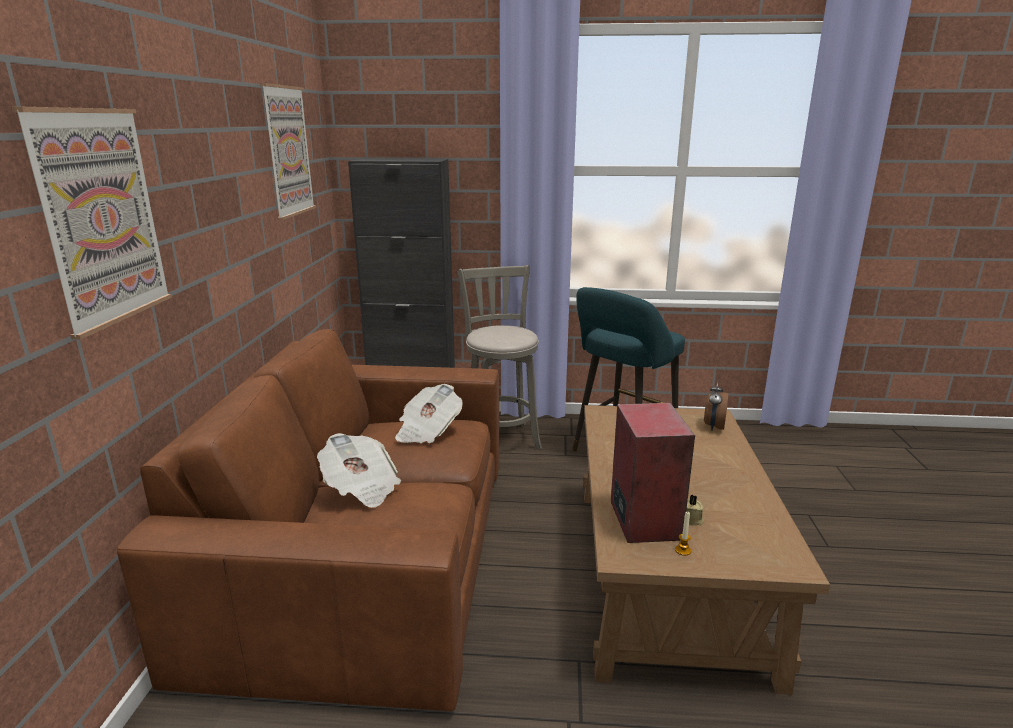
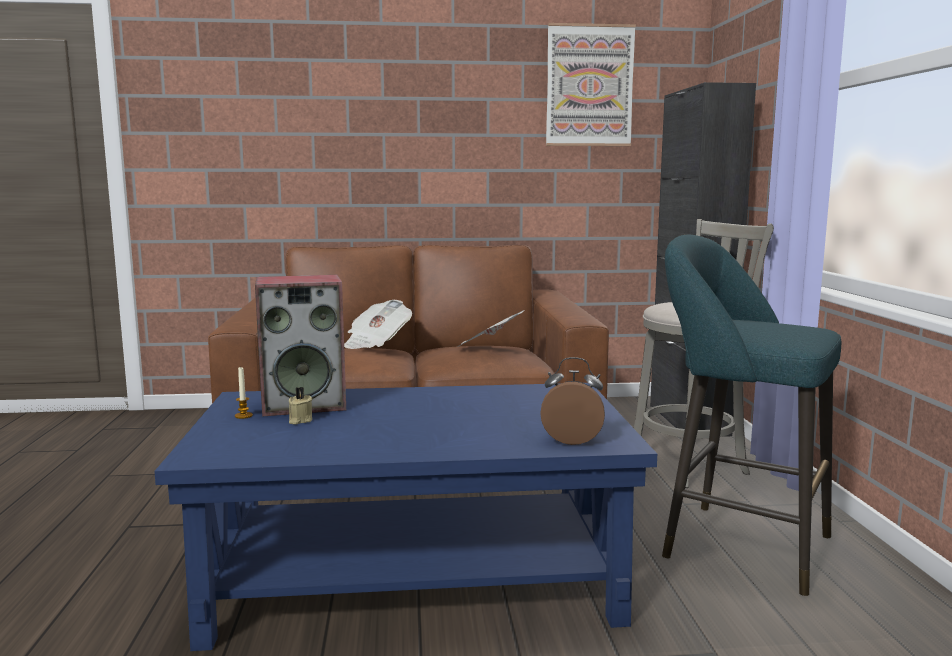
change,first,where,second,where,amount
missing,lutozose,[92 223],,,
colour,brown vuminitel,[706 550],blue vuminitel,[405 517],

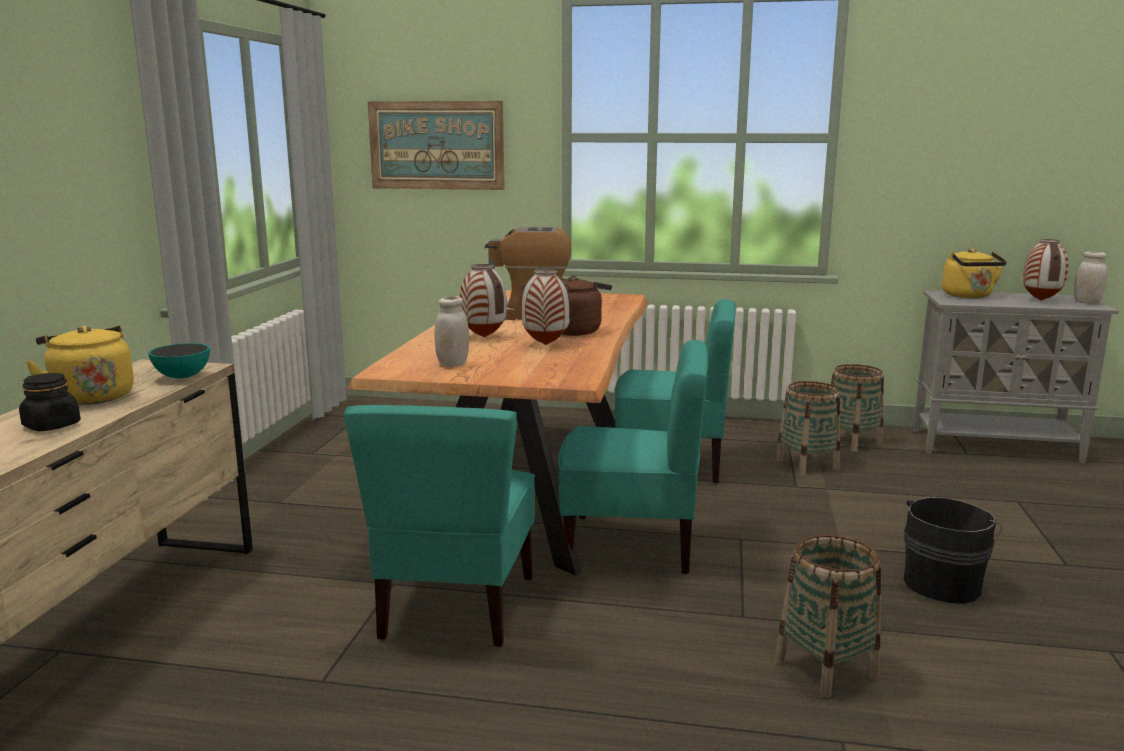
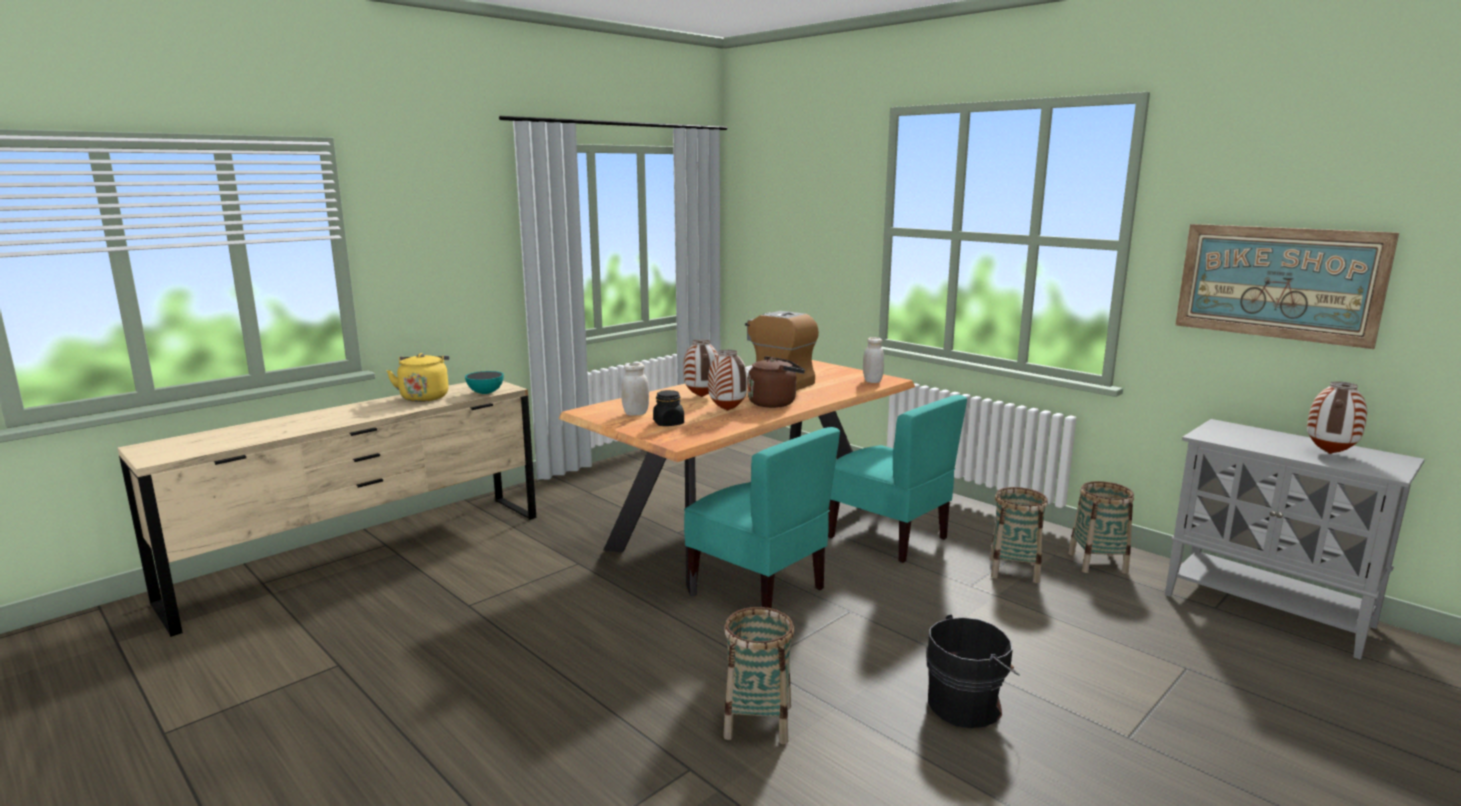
change,first,where,second,where,amount
missing,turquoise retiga,[439 526],,,
missing,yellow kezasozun,[974 273],,,
relocated,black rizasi,[50 402],,[668 408],
relocated,lutozose,[436 145],,[1287 286],
relocated,white rizasi,[1091 277],,[873 360],

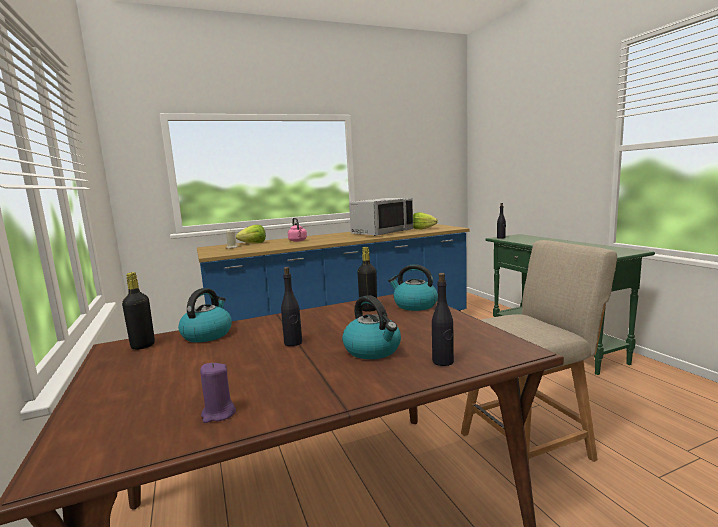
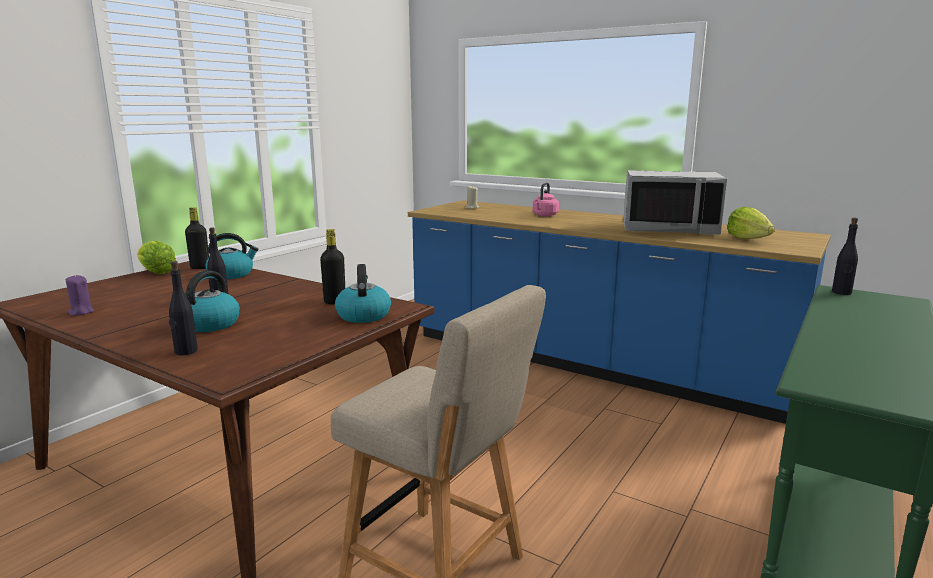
change,first,where,second,where,amount
relocated,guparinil,[251 234],,[156 257],

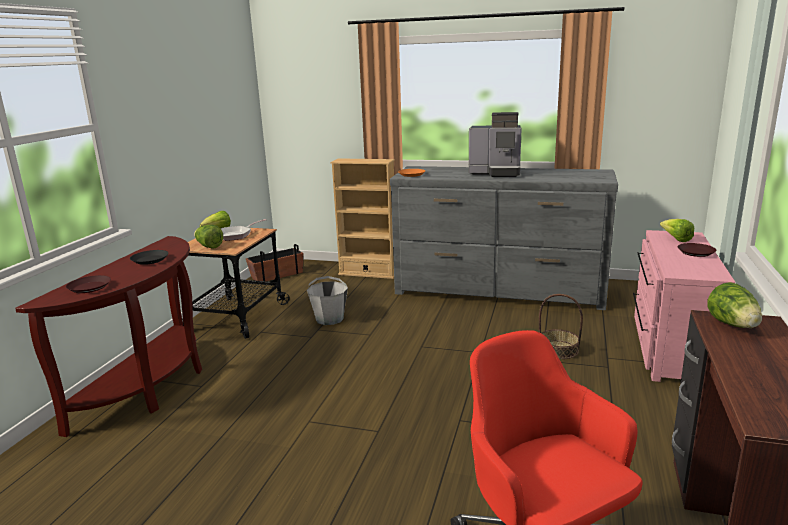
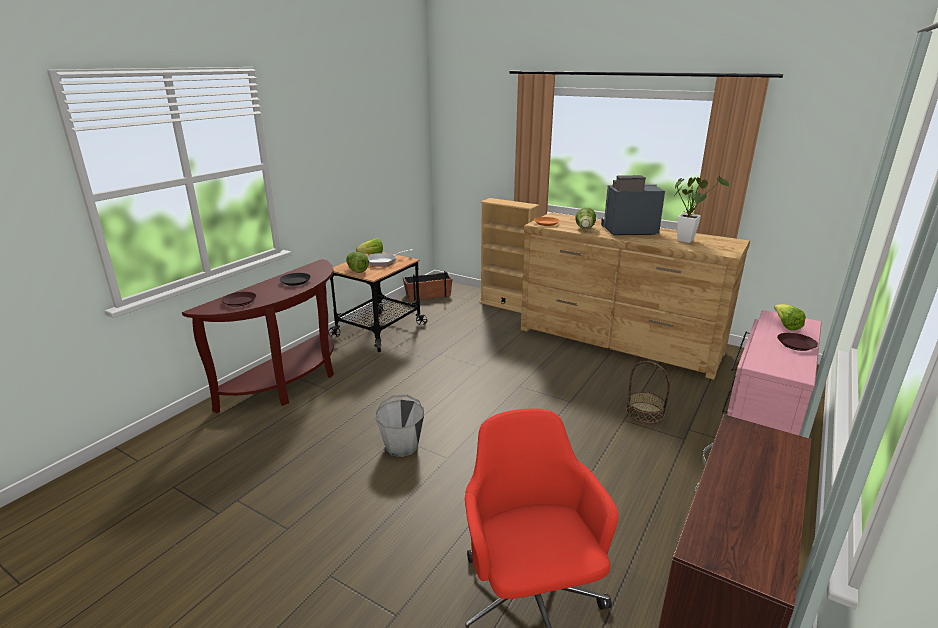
change,first,where,second,where,amount
appeared,,,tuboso,[701 209],
relocated,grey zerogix,[327 300],,[400 426],
relocated,guparinil,[734 305],,[586 218],
colour,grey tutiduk,[504 238],brown tutiduk,[635 295],
spun,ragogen,[495 144],,[633 205],150 degrees clockwise

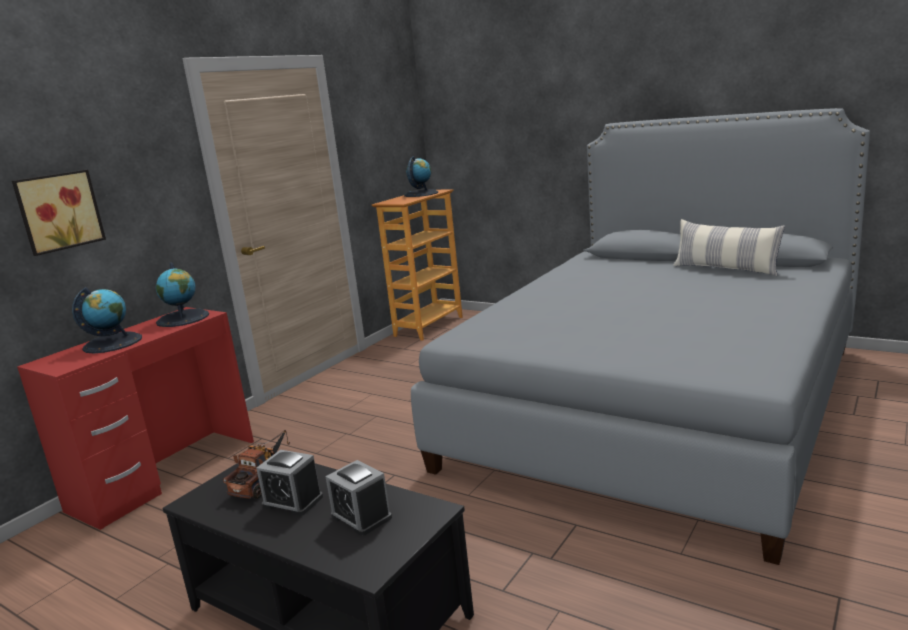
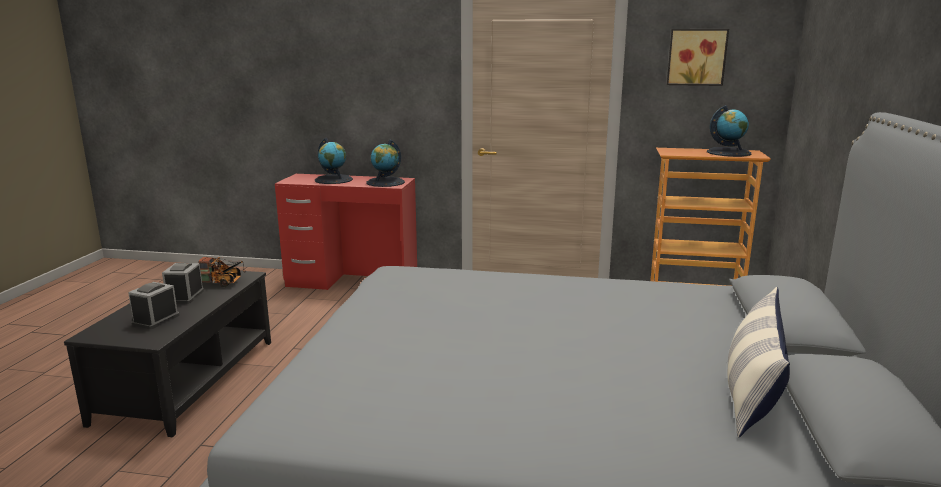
change,first,where,second,where,amount
relocated,lutozose,[59 213],,[697 57],

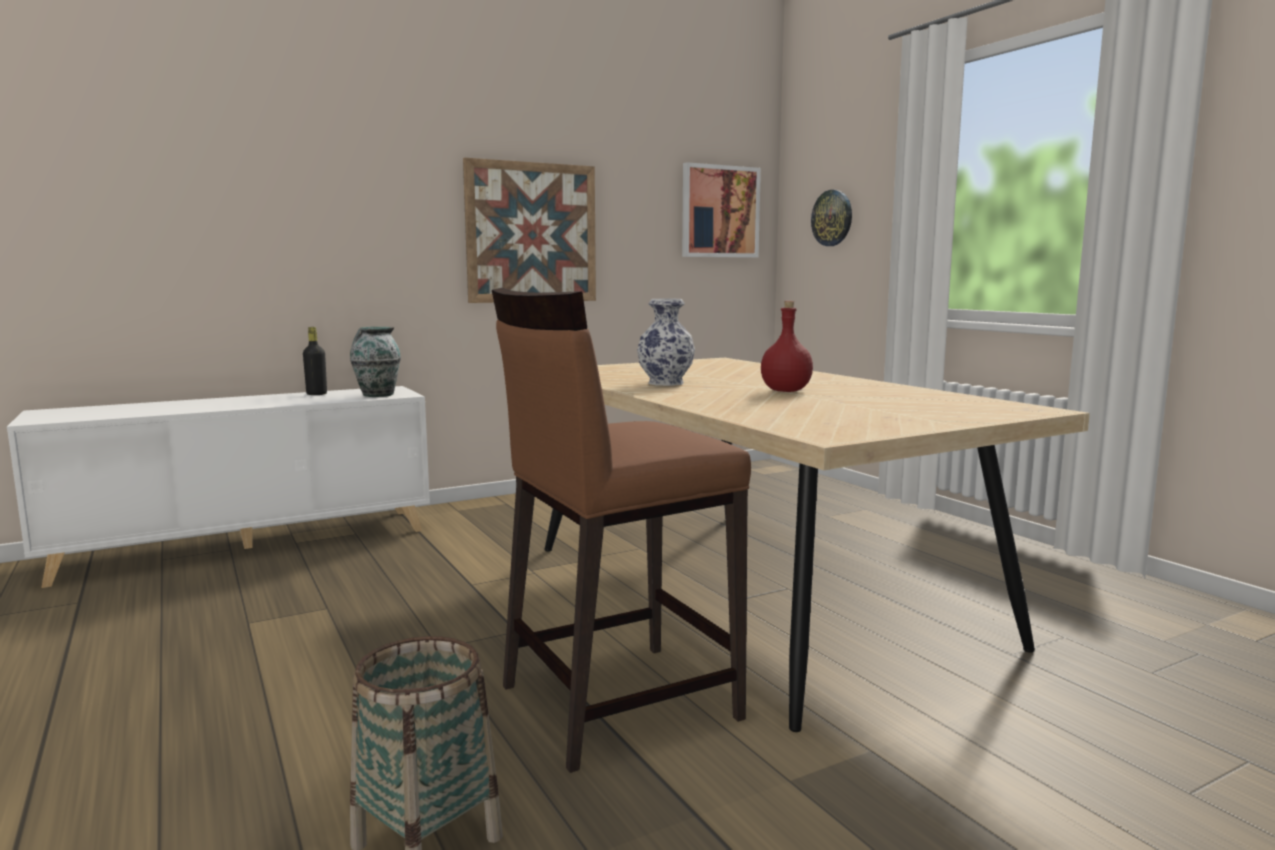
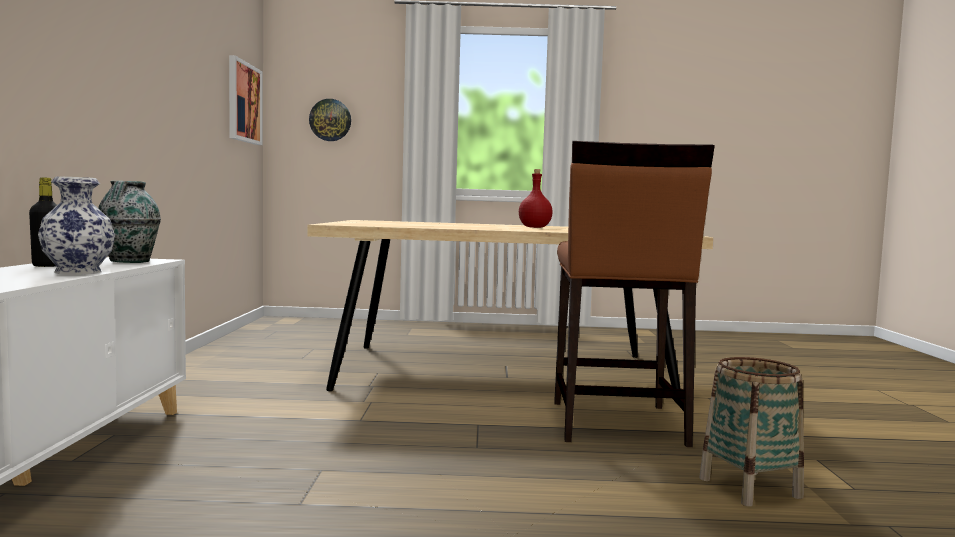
change,first,where,second,where,amount
missing,lutozose,[529 230],,,
relocated,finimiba,[666 342],,[76 225],

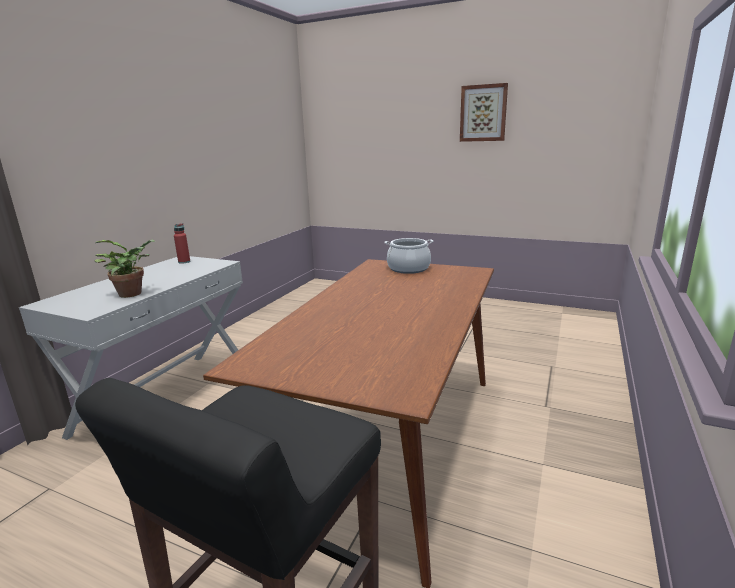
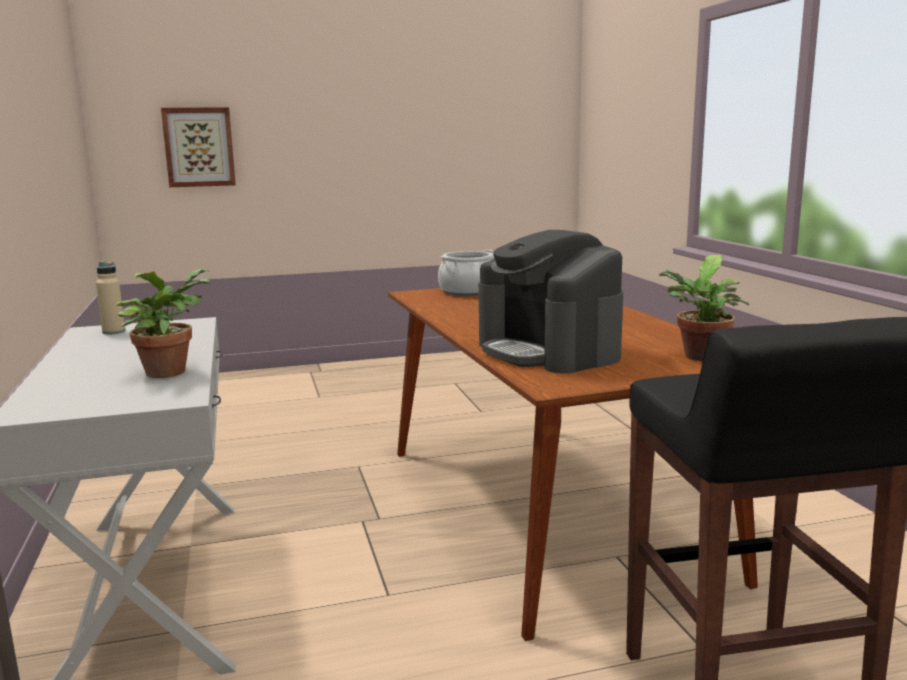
change,first,where,second,where,amount
appeared,,,ragogen,[551 302],
appeared,,,tuboso,[704 308],
relocated,lutozose,[484 112],,[198 147],
colour,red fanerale,[182 243],beige fanerale,[110 296],

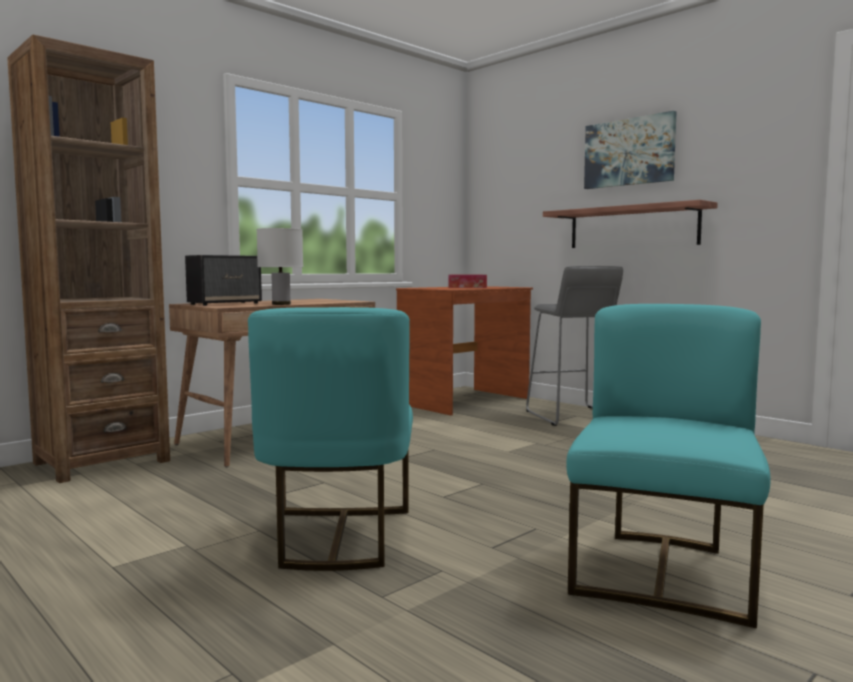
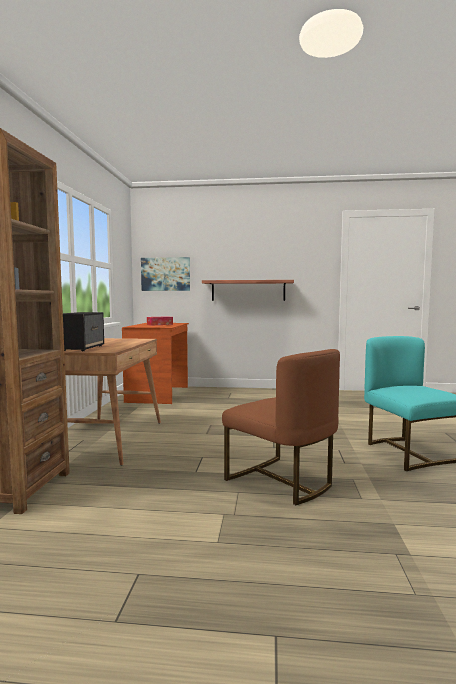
change,first,where,second,where,amount
missing,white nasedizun,[279 266],,,
missing,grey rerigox,[574 346],,,
relocated,lutozose,[630 150],,[165 274],
colour,turquoise retiga,[330 439],brown retiga,[281 427],

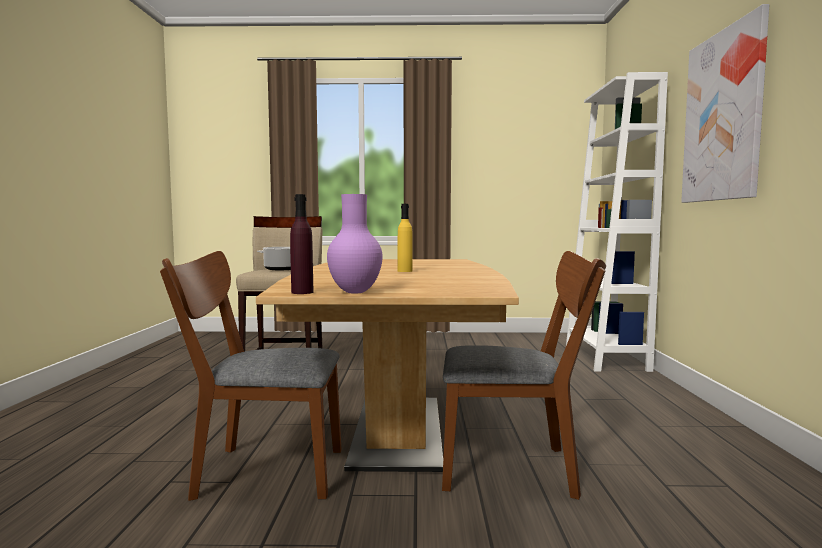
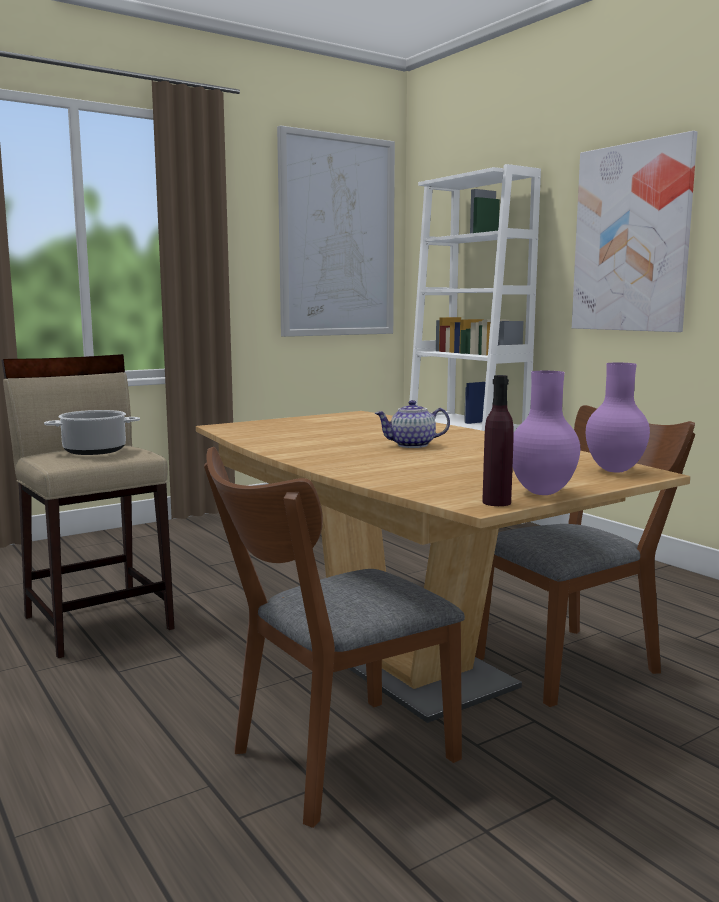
change,first,where,second,where,amount
appeared,,,lutozose,[336 231],
appeared,,,purple finimiba,[618 418],
exchanged,yellow fanerale,[405 238],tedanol,[412 424],

